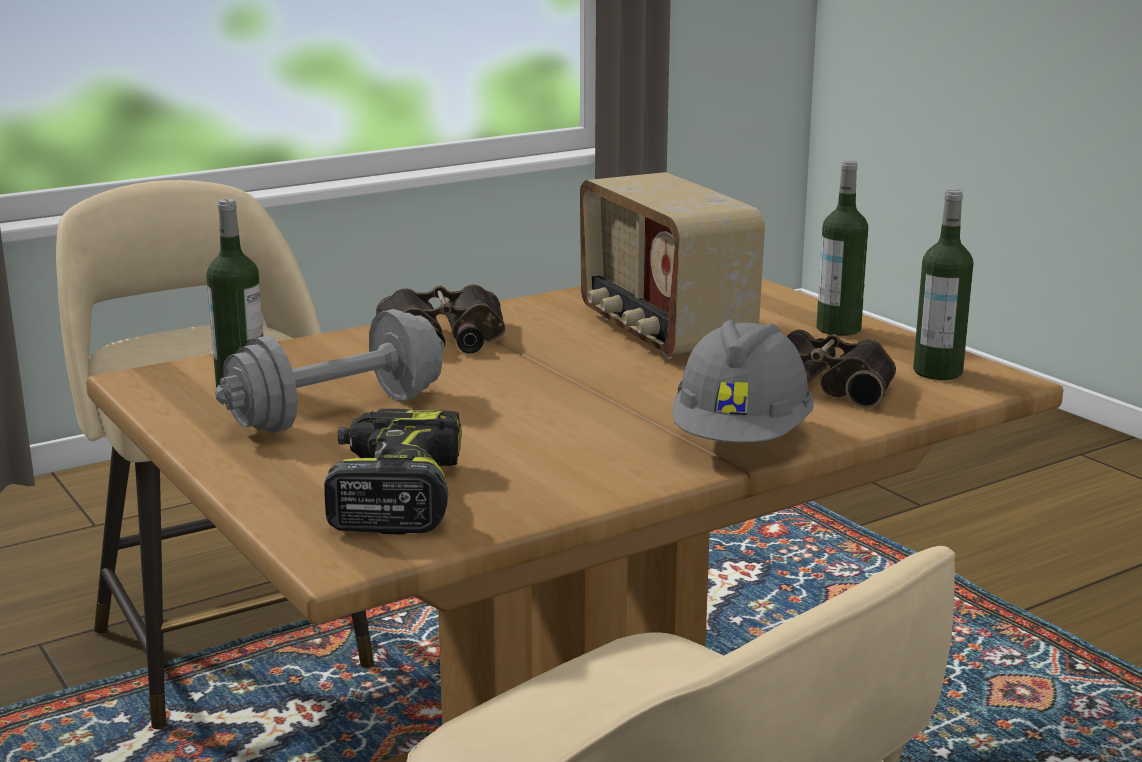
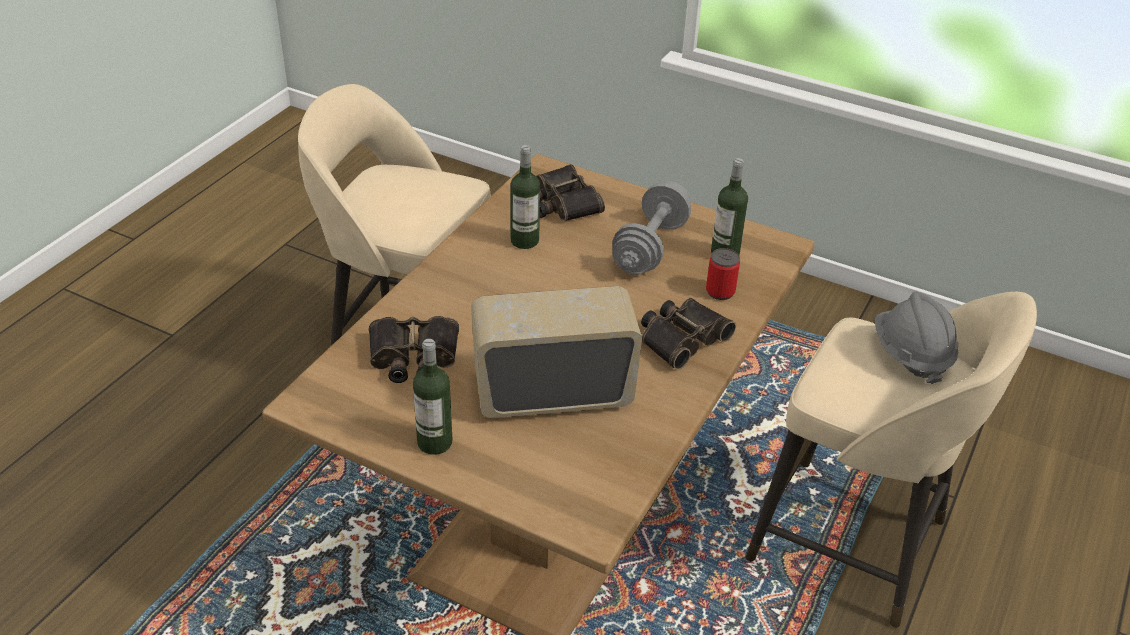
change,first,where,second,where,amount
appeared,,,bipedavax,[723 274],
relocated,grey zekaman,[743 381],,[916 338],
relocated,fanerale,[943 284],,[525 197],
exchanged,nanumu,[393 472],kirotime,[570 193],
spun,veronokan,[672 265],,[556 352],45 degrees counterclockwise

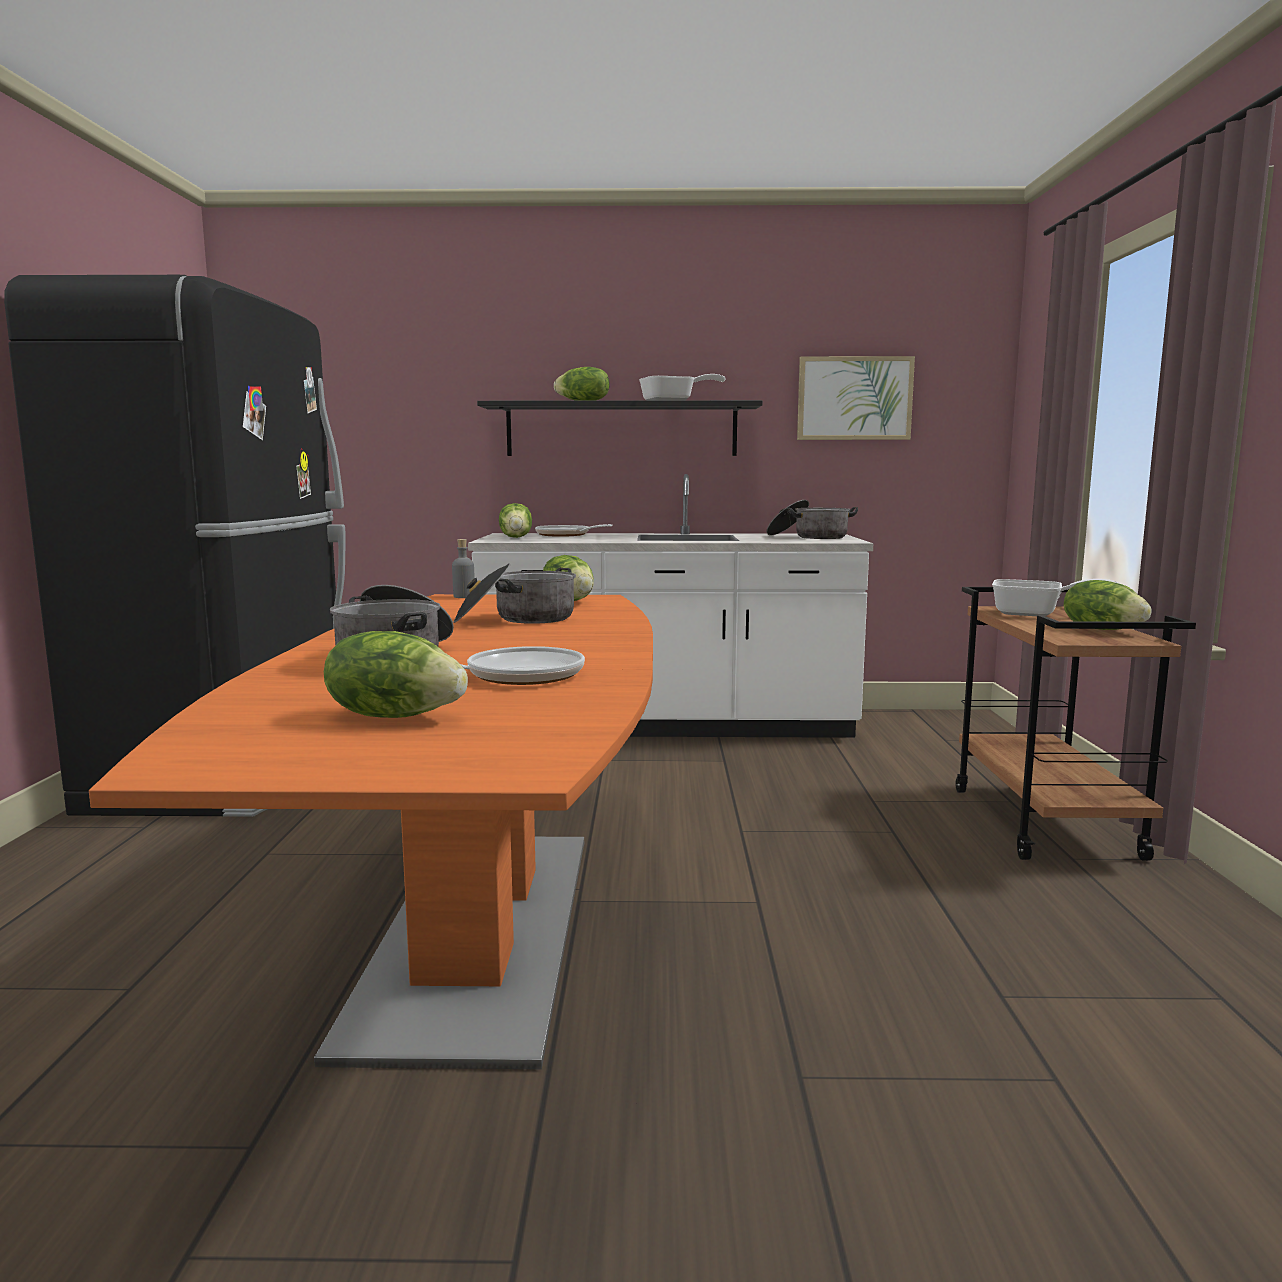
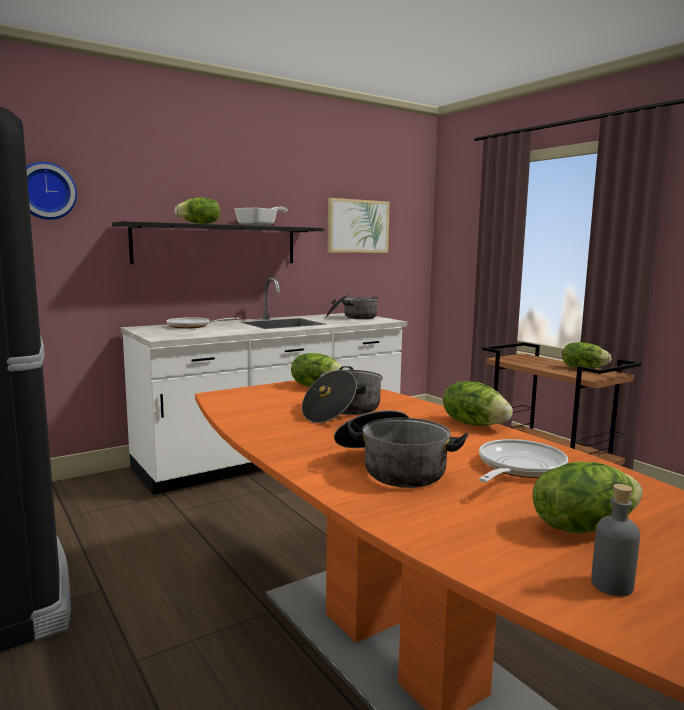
change,first,where,second,where,amount
missing,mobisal,[1056 597],,,
appeared,,,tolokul,[51 191],
relocated,grey fanerale,[463 568],,[615 540],
relocated,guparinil,[515 520],,[478 403],

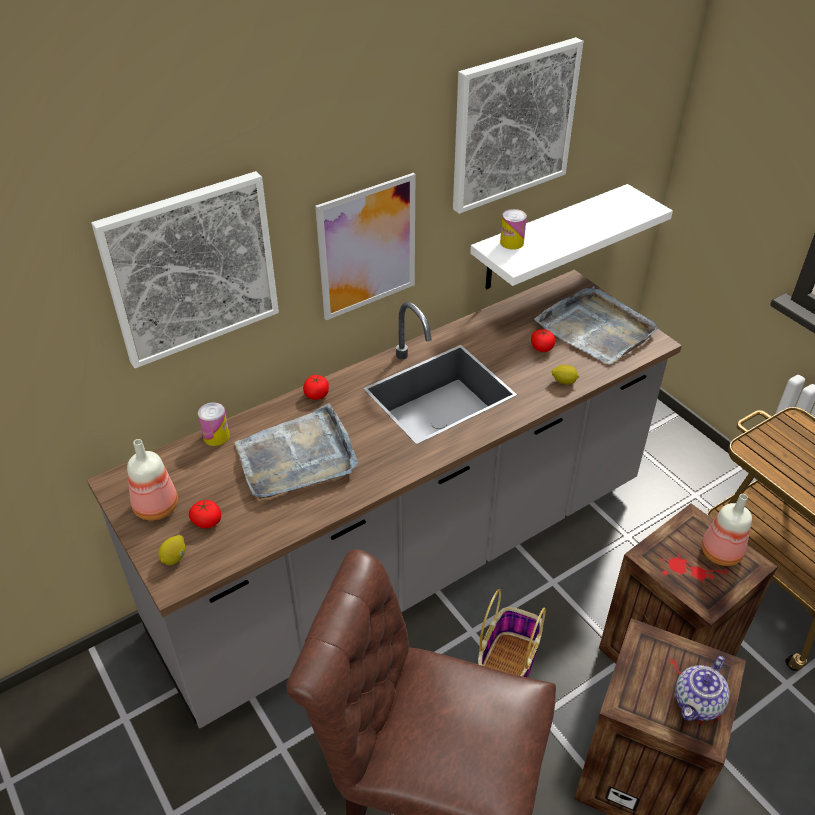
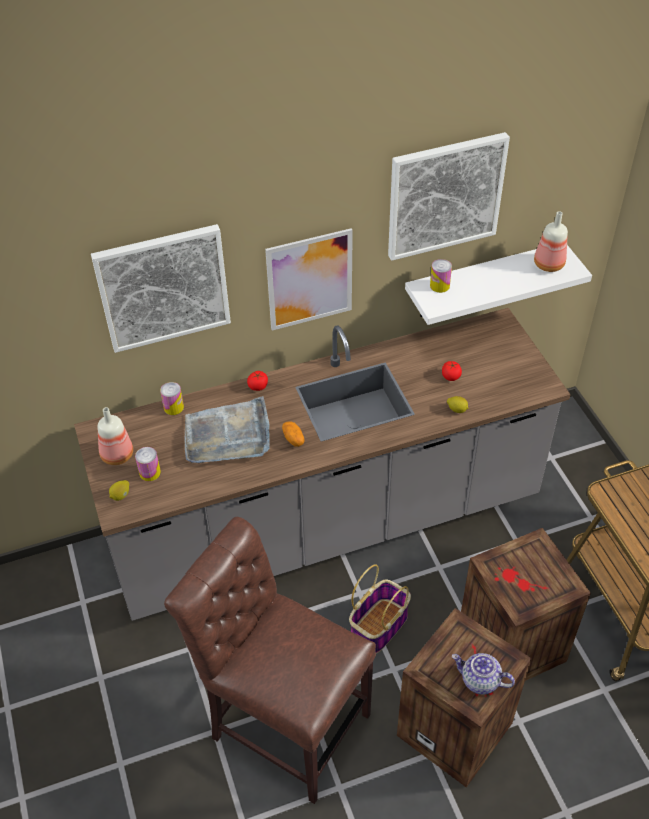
change,first,where,second,where,amount
missing,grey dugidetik,[596 325],,,
appeared,,,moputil,[293 434],
relocated,fanerale,[726 530],,[551 241],
exchanged,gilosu,[205 514],bipedavax,[148 464],
spun,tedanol,[702 688],,[483 674],60 degrees clockwise

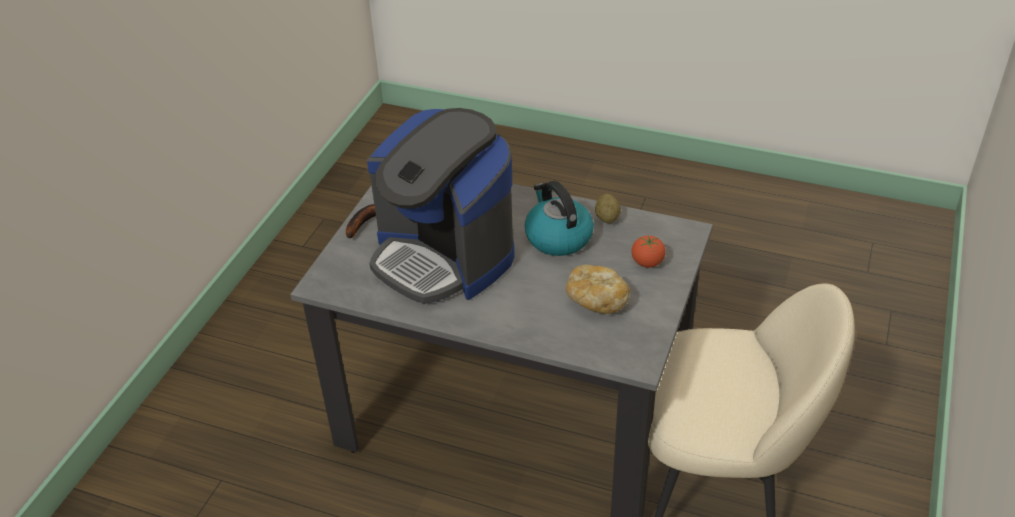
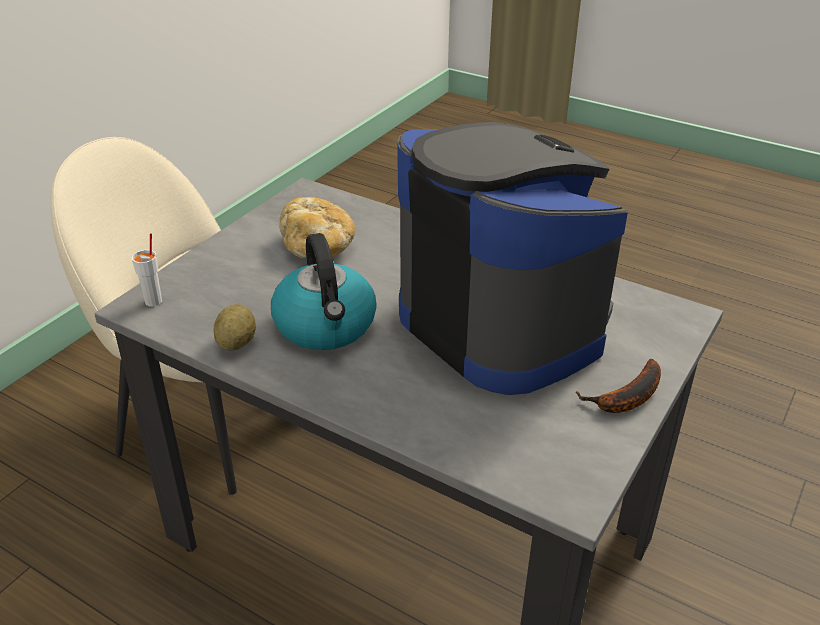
change,first,where,second,where,amount
missing,gilosu,[649 252],,,
appeared,,,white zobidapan,[147 270],

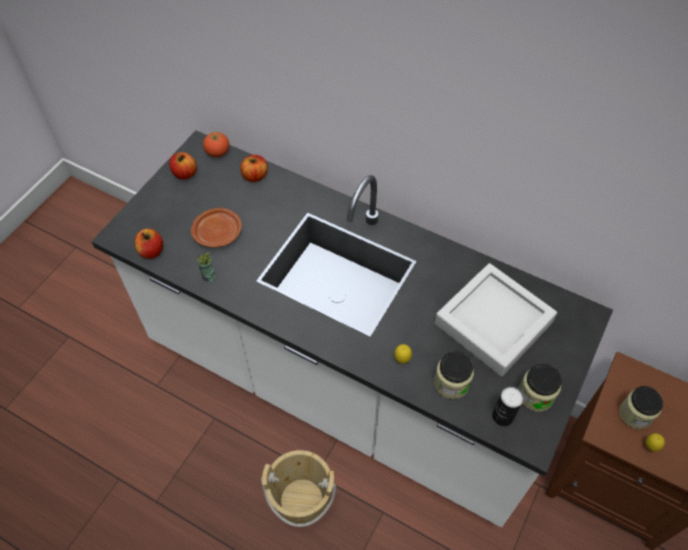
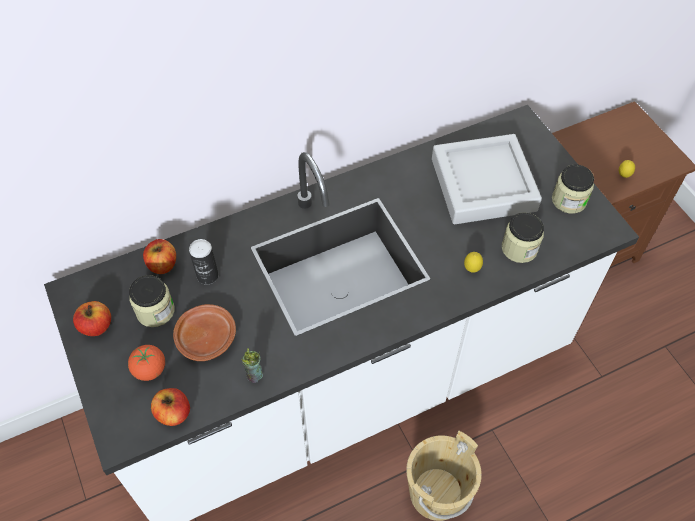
change,first,where,second,where,amount
relocated,gilosu,[216 144],,[146 363],
relocated,bipedavax,[507 407],,[203 262],
relocated,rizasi,[641 407],,[152 301],

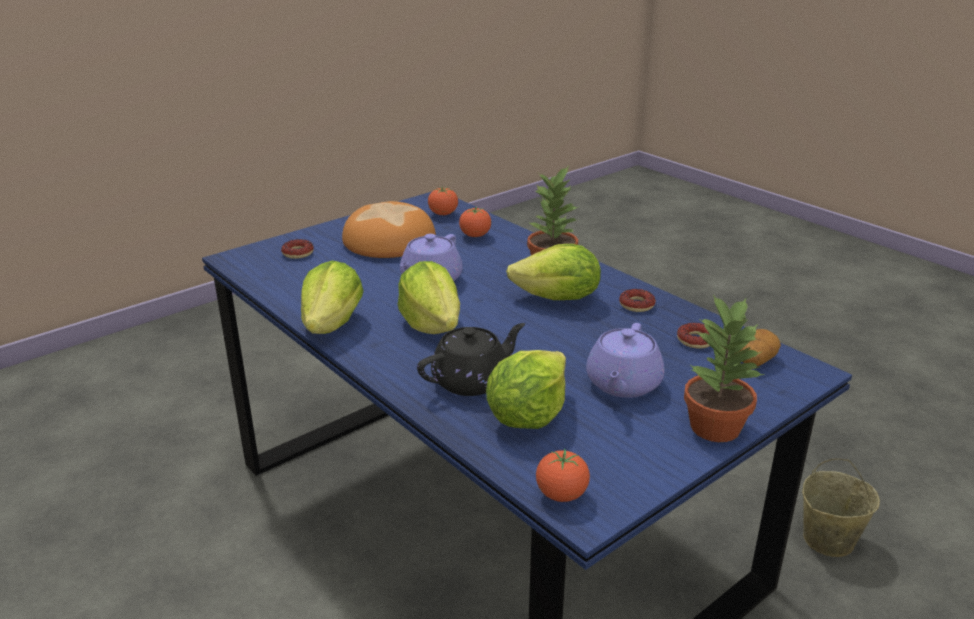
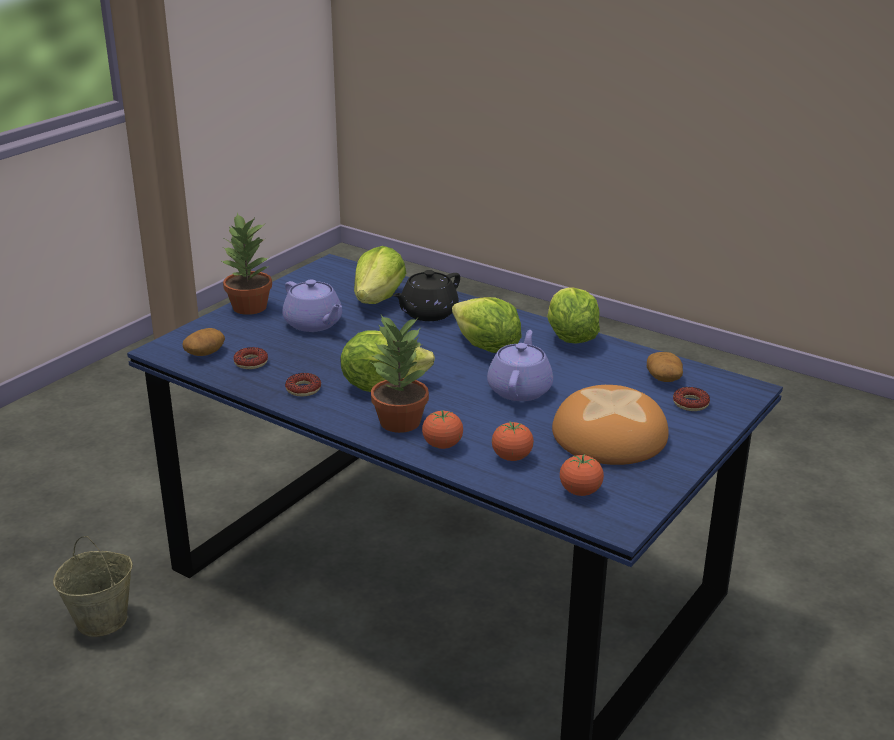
change,first,where,second,where,amount
appeared,,,moputil,[665 367],
relocated,gilosu,[563 475],,[442 429],
spun,purple tedanol,[625 360],,[312 306],135 degrees clockwise

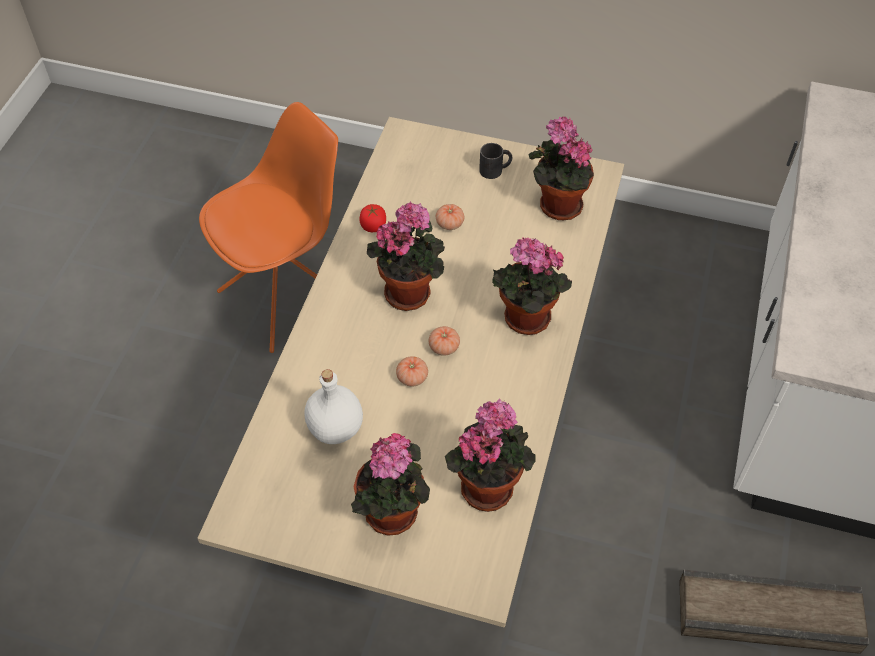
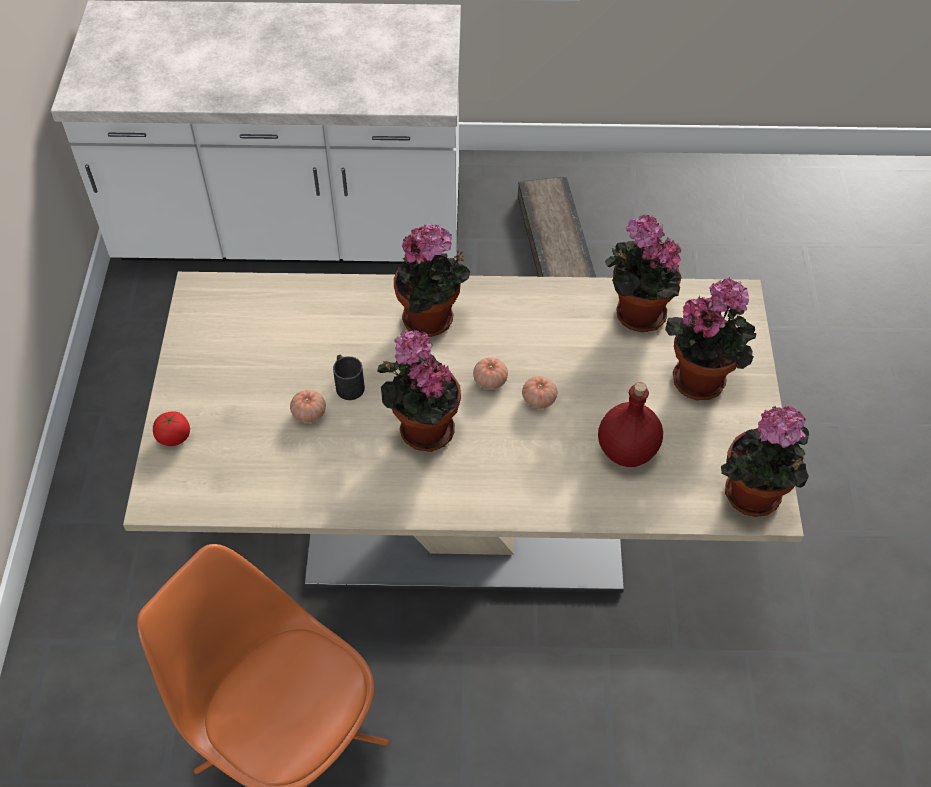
change,first,where,second,where,amount
relocated,gilosu,[373 218],,[171 428],
relocated,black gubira,[495 161],,[349 377],
relocated,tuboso,[561 168],,[765 461],
colour,white fanerale,[333 406],red fanerale,[630 424],

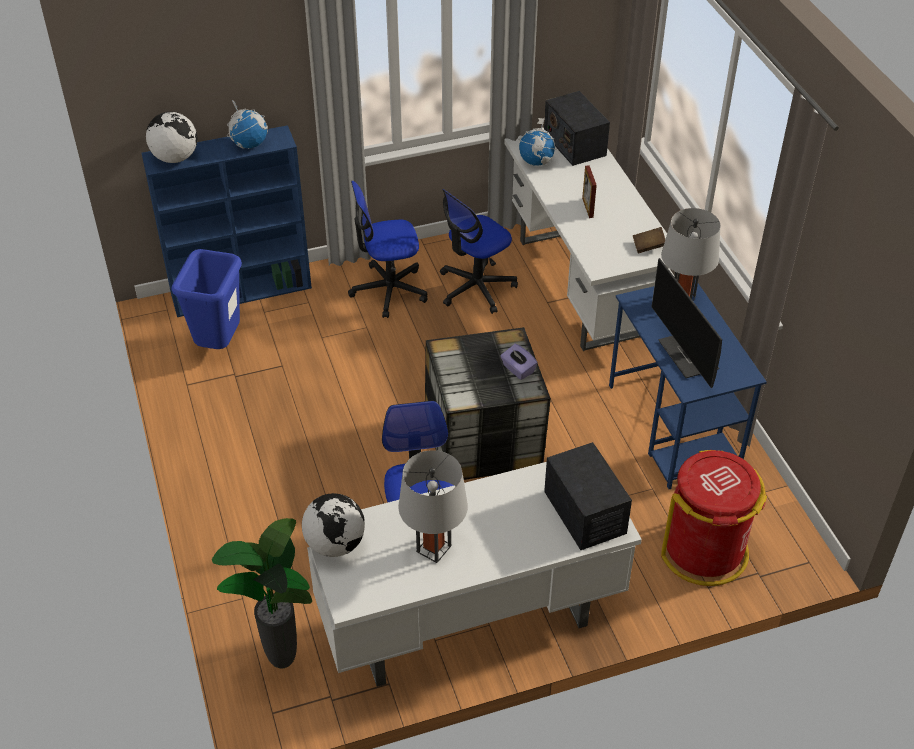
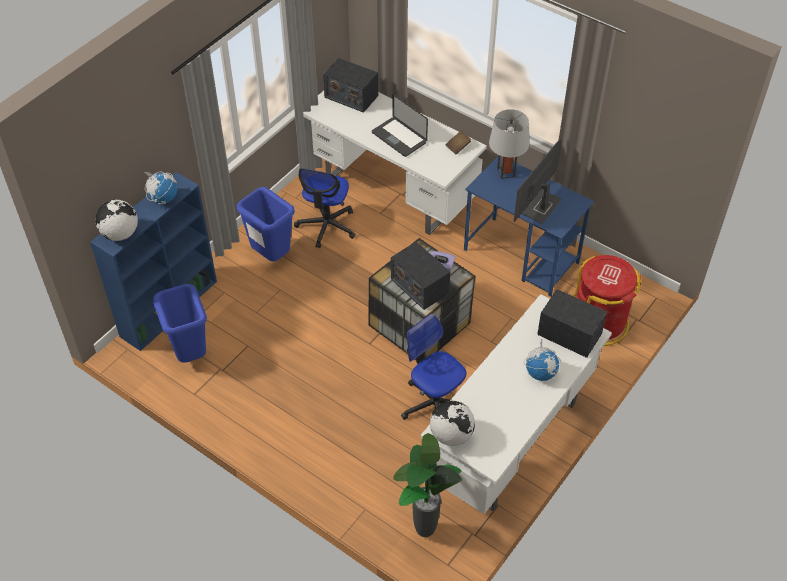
change,first,where,second,where,amount
missing,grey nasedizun,[433 506],,,
appeared,,,veronokan,[420 275],
relocated,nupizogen,[537 142],,[542 360],
exchanged,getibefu,[388 249],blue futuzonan,[266 224],
exchanged,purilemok,[589 191],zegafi,[400 126],
spun,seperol,[686 323],,[538 181],90 degrees clockwise

